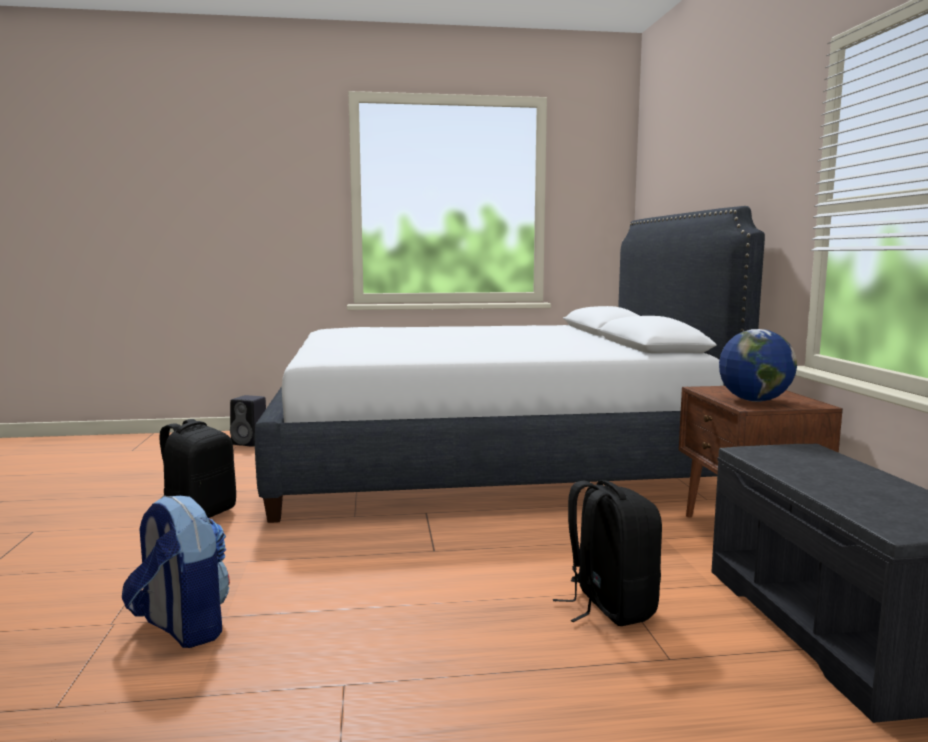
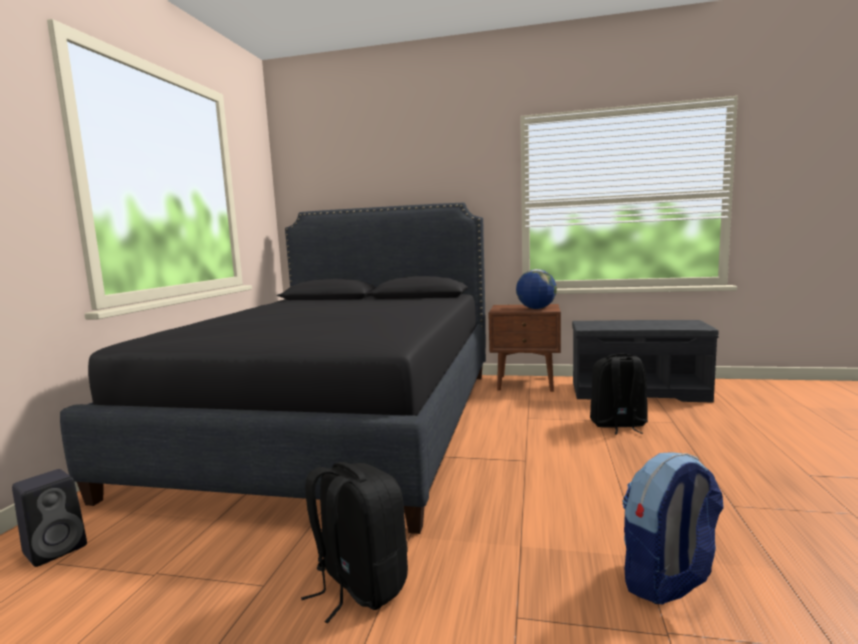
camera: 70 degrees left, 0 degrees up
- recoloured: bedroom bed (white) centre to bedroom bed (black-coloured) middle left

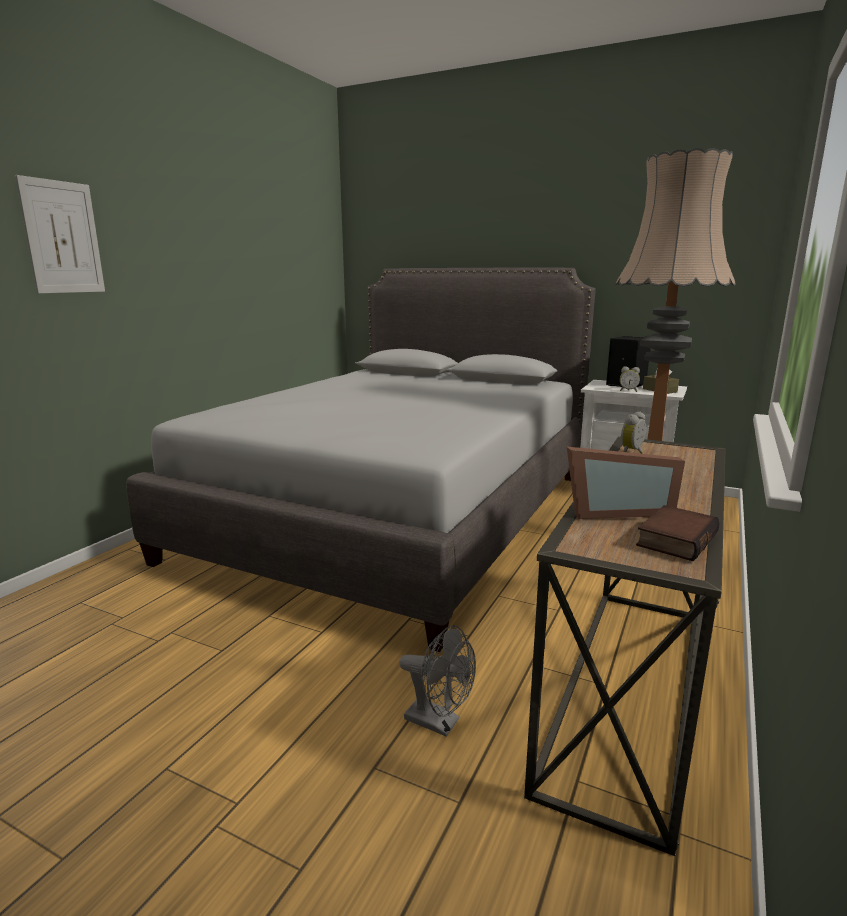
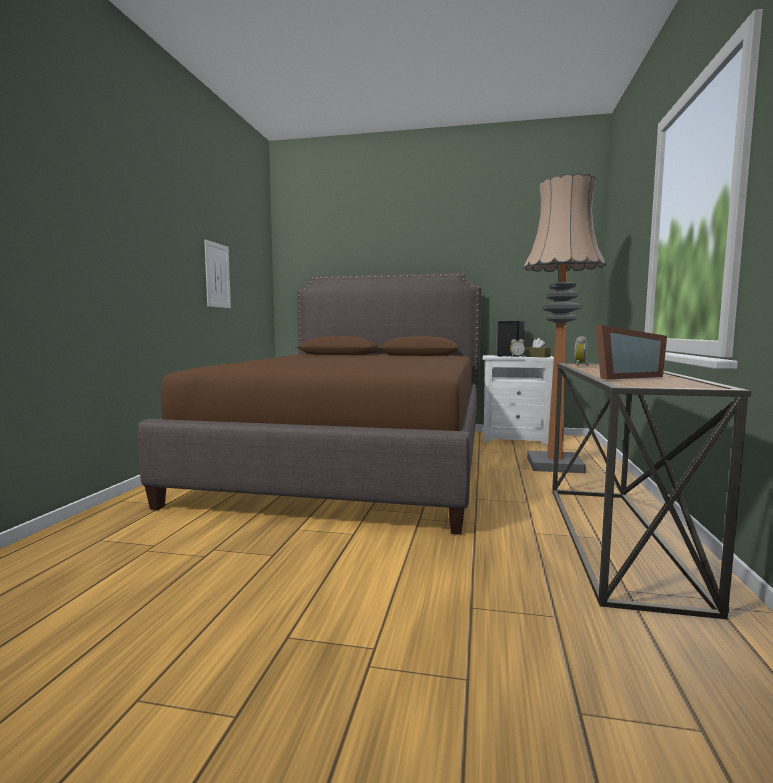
camera: 15 degrees left, 10 degrees down
- recoloured: bedroom bed (gray) centre to bedroom bed (brown-coloured) centre
- moved: wall picture top left to middle left
- removed: fan (gray) bottom centre
- removed: book middle right

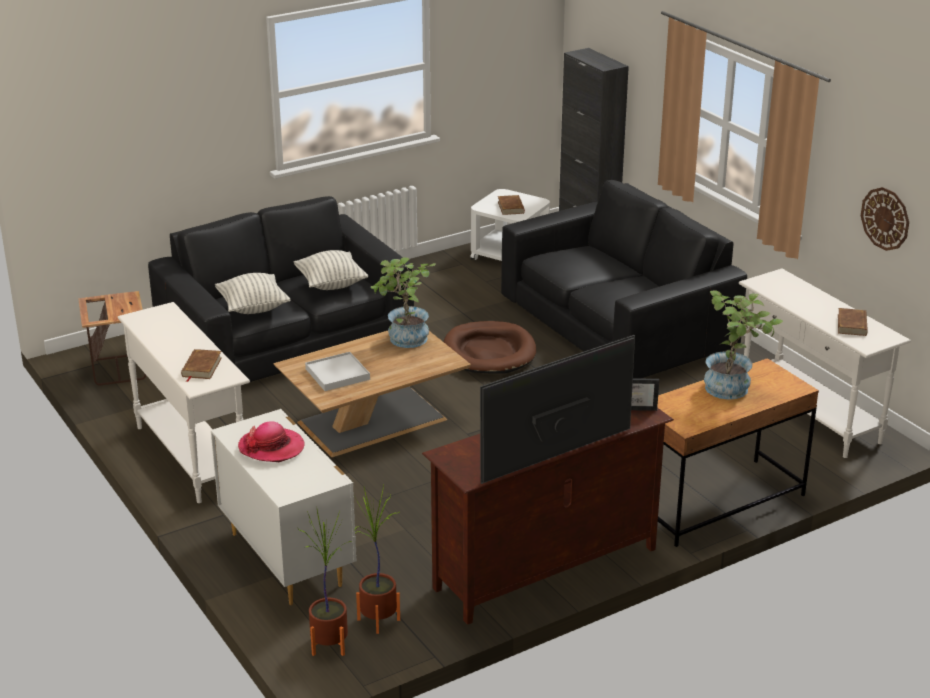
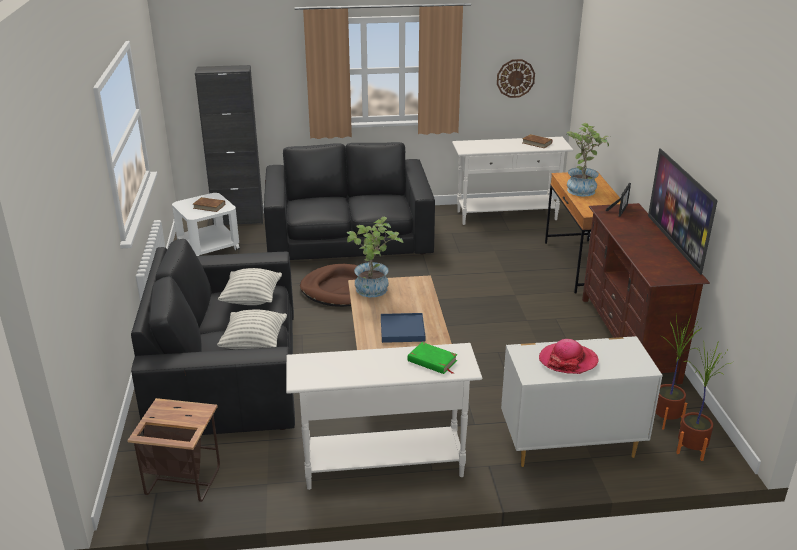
camera: 65 degrees left, 0 degrees up
- recoloured: tray (white) centre to tray (blue-coloured) centre
- recoloured: book (brown-coloured) (1st from left) middle left to book (green-coloured) centre

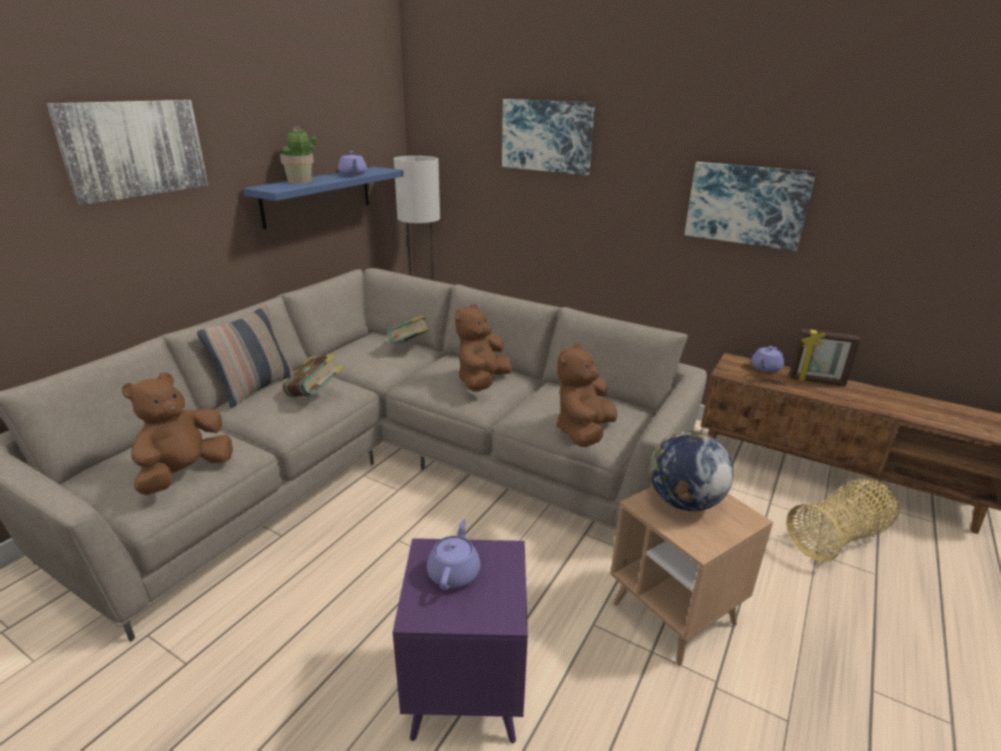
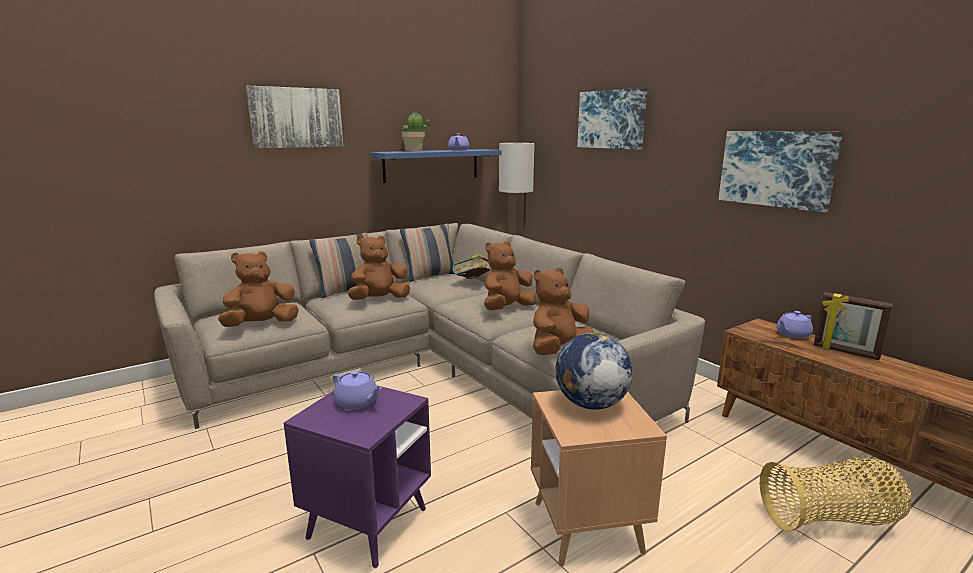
camera: 25 degrees right, 10 degrees down
- turned: pot for tea (purple) (2nd from left in the first image) bottom centre = bottom centre 90 degrees clockwise
- replaced: book (1st from left) middle left to soft toy (brown-coloured) (2nd from left) centre
- added: cushion (2nd from left) centre

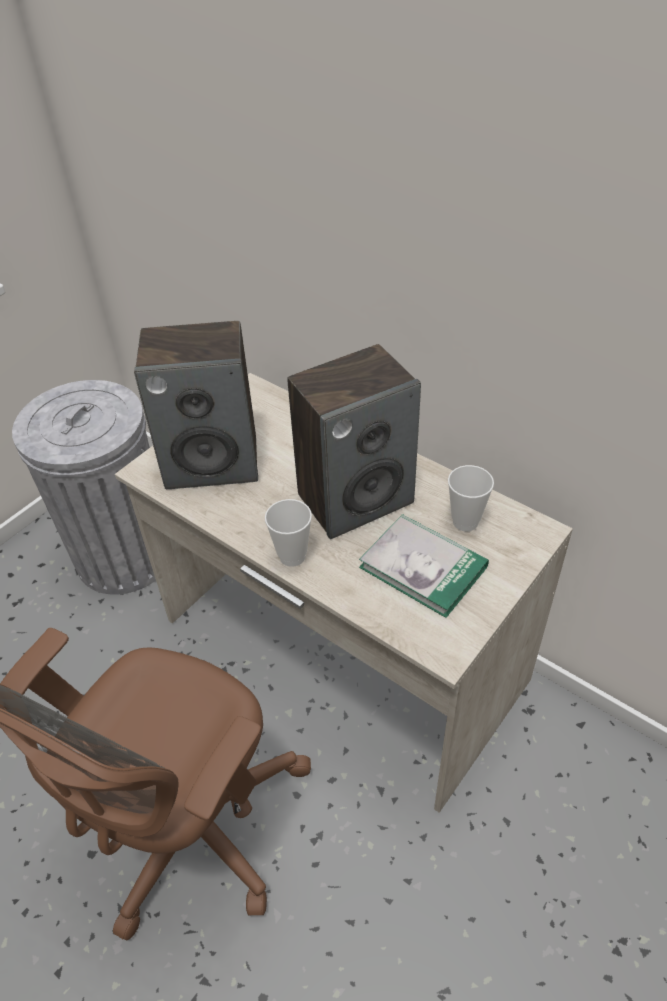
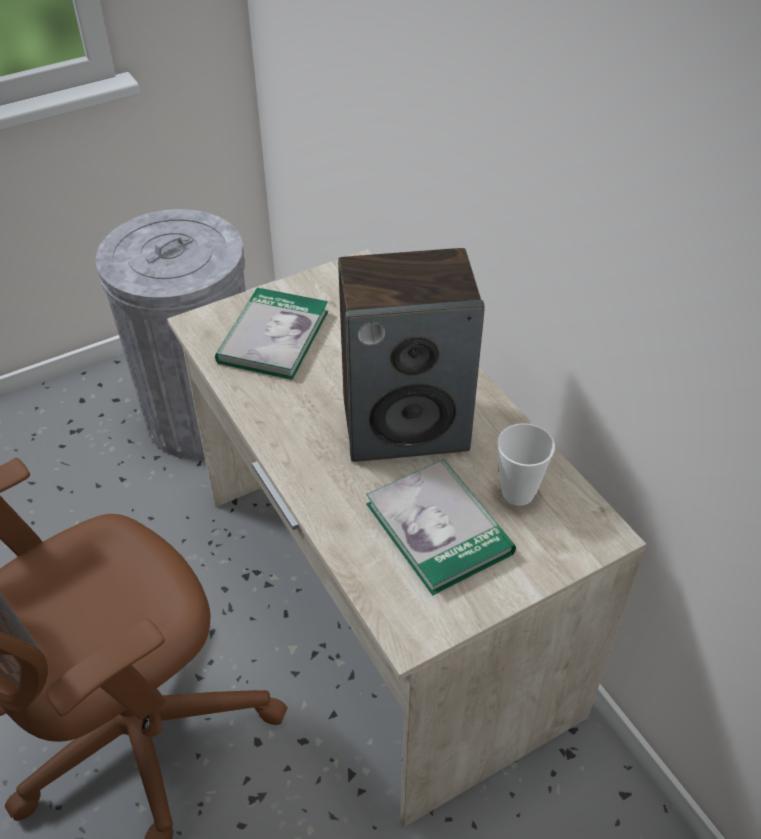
camera: 20 degrees right, 0 degrees up
- replaced: speaker (1st from left) middle left to book (1st from left) centre
- removed: small cup (1st from left) centre

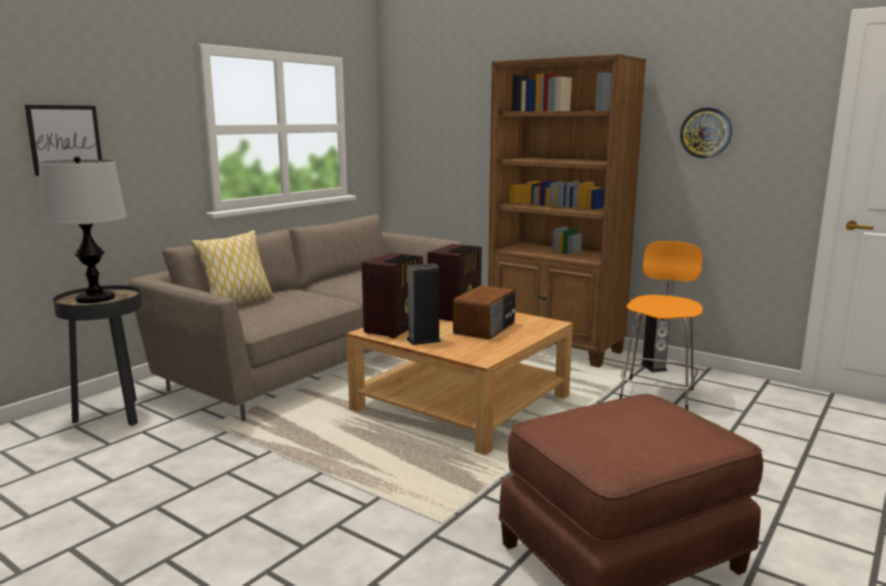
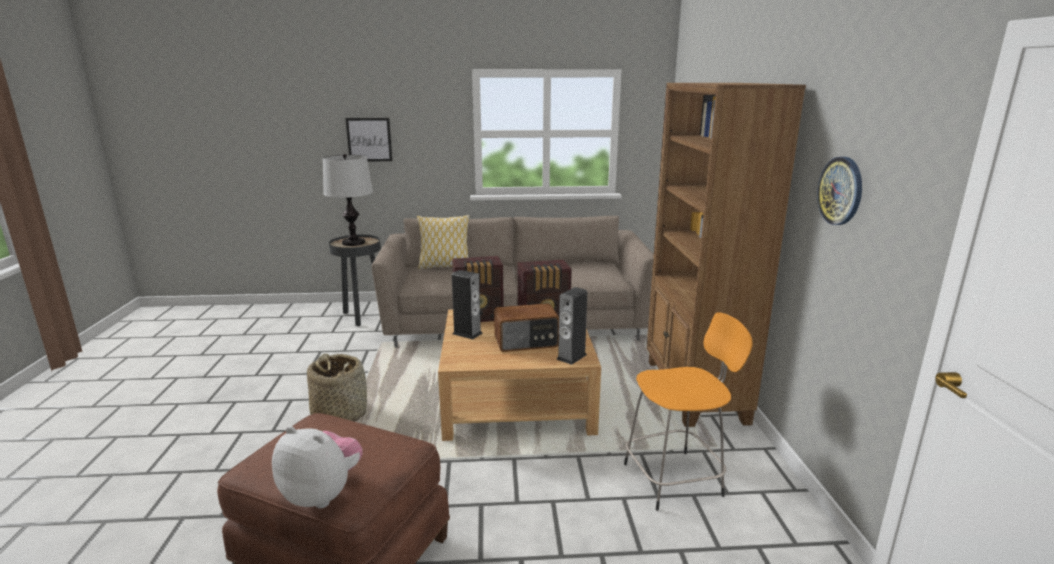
camera: 50 degrees right, 5 degrees up
- added: soft toy bottom left
- added: household basket bottom left
- moved: speaker (2nd from left) middle right to centre

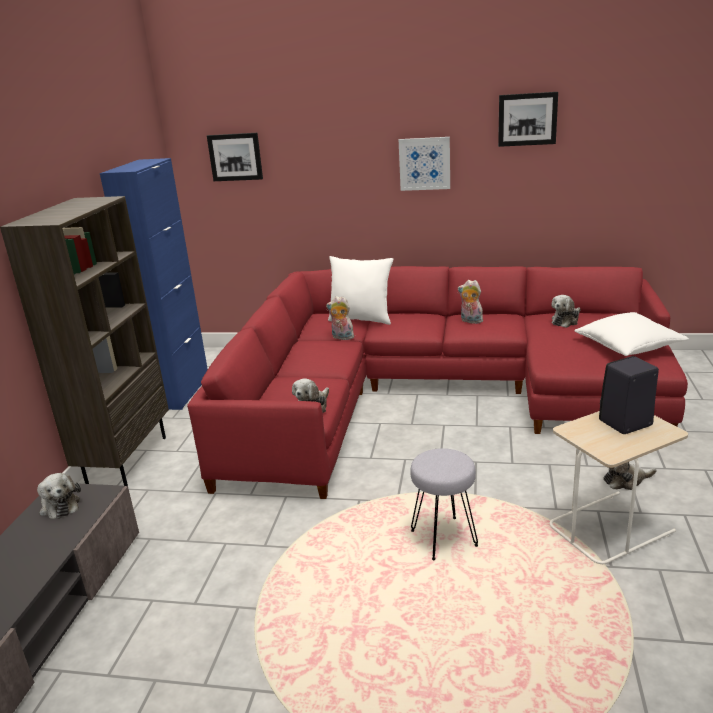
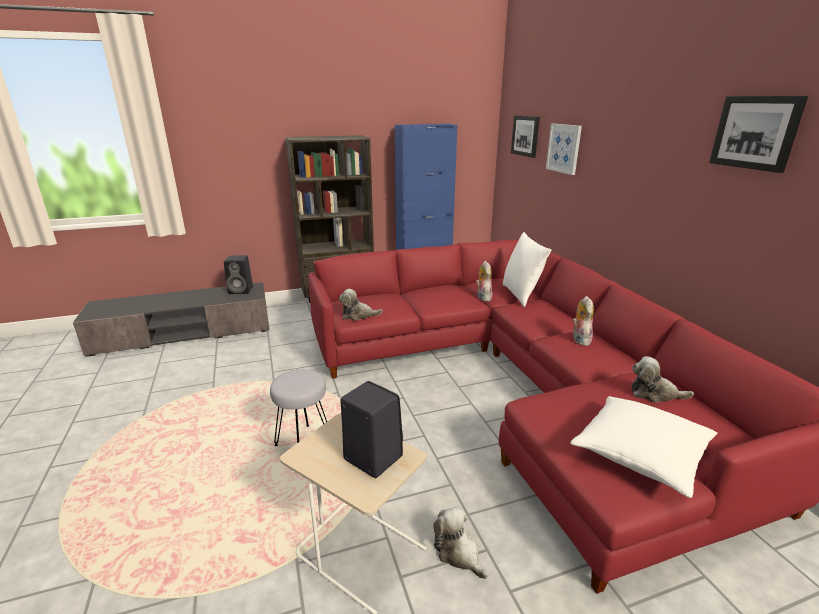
camera: 60 degrees right, 0 degrees up
- replaced: soft toy (1st from left) bottom left to speaker (black-coloured) (1st from left) middle left
- moved: wall picture (2nd from left) top centre to top right

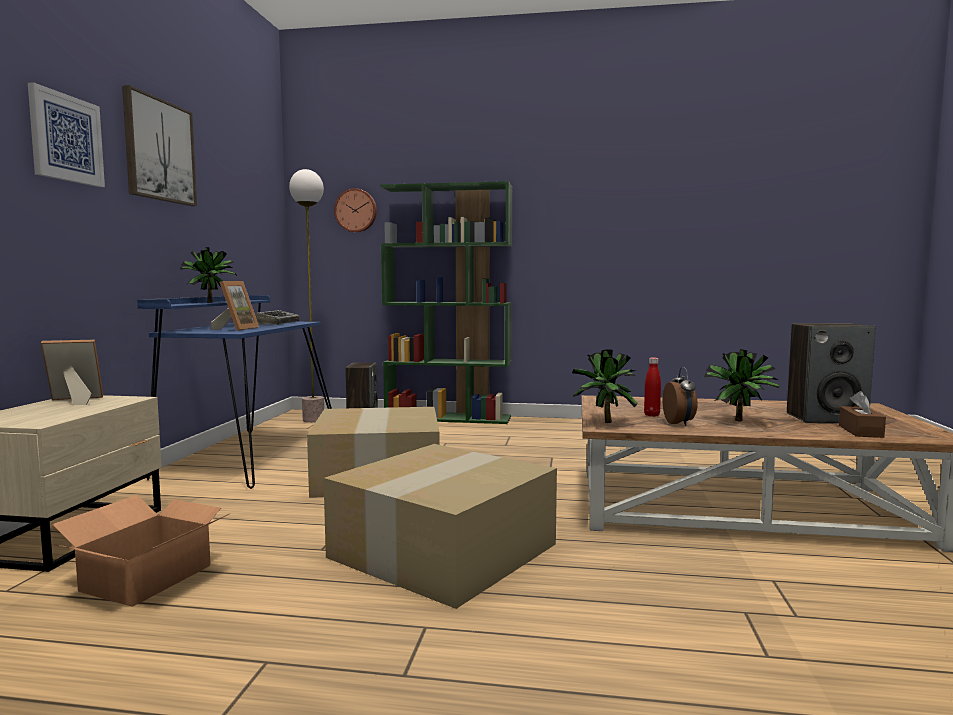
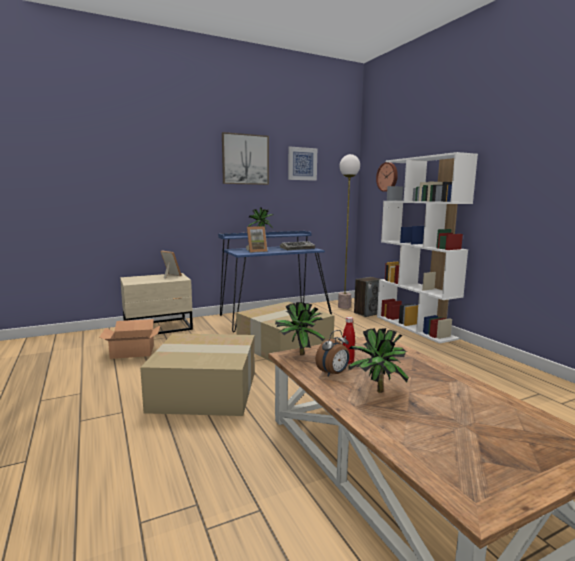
camera: 55 degrees right, 5 degrees up
- moved: wall picture (1st from left in the first image) top left to wall picture (2nd from left) top centre
- recoloured: bookcase (green-coloured) centre to bookcase (white) middle right
- removed: speaker (2nd from left) middle right
- removed: box of tissues (brown-coloured) middle right

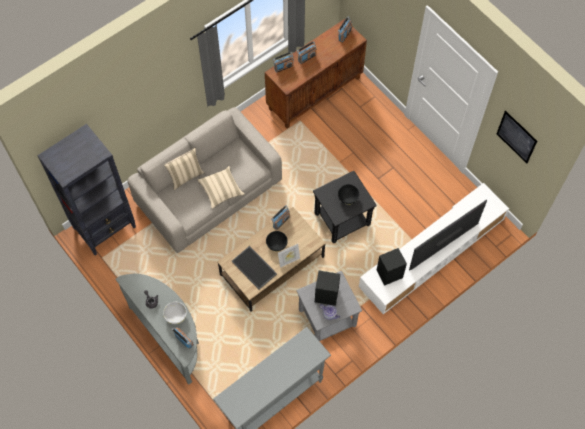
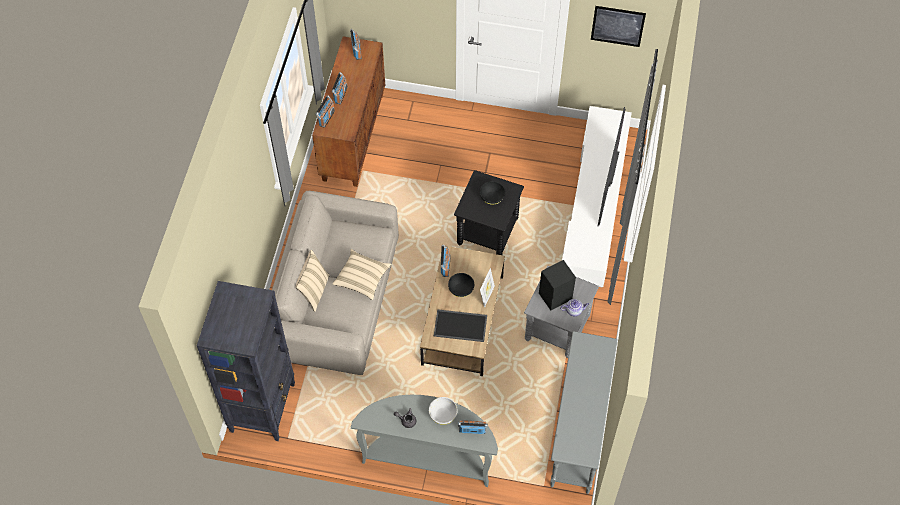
camera: 40 degrees left, 5 degrees down
- removed: speaker (black-coloured) (2nd from left) middle right

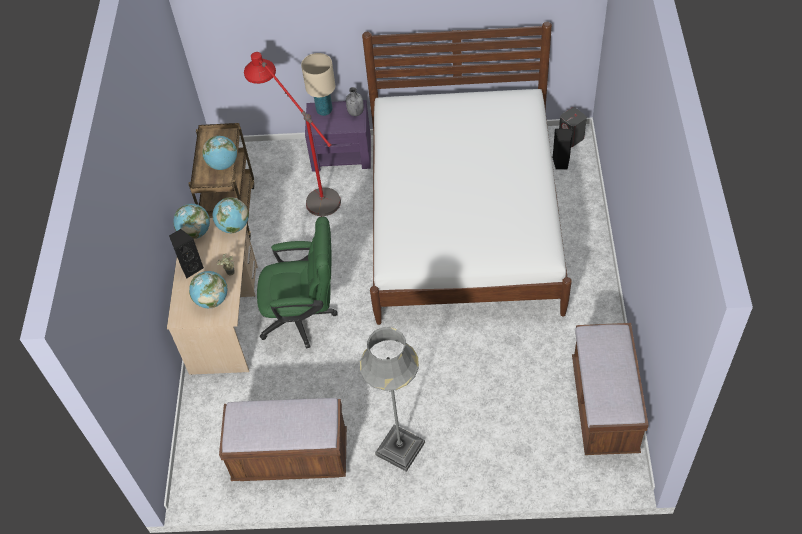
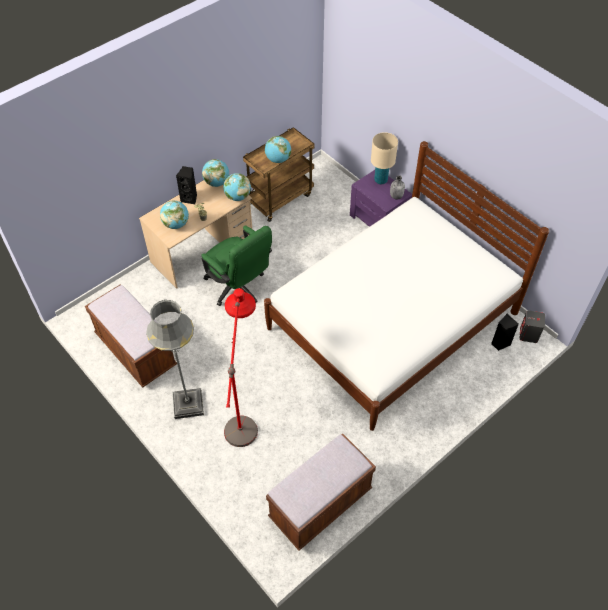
camera: 45 degrees right, 0 degrees up
- moved: standing lamp (red-coloured) top centre to centre

